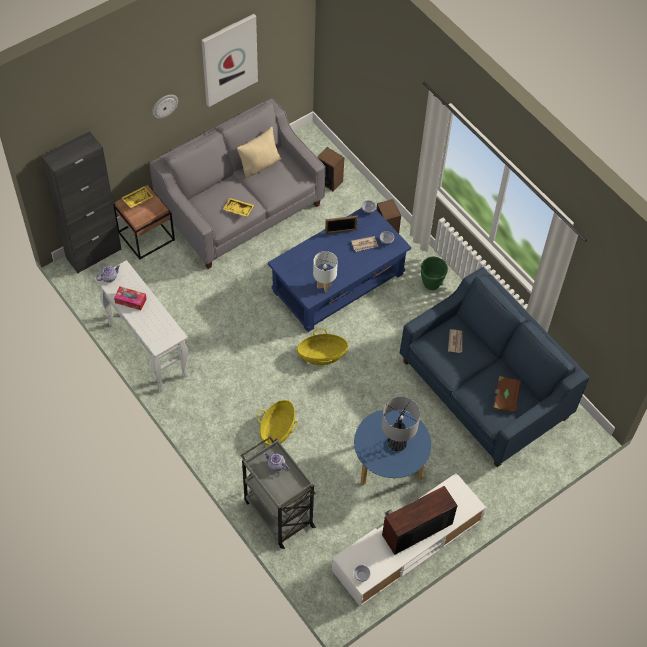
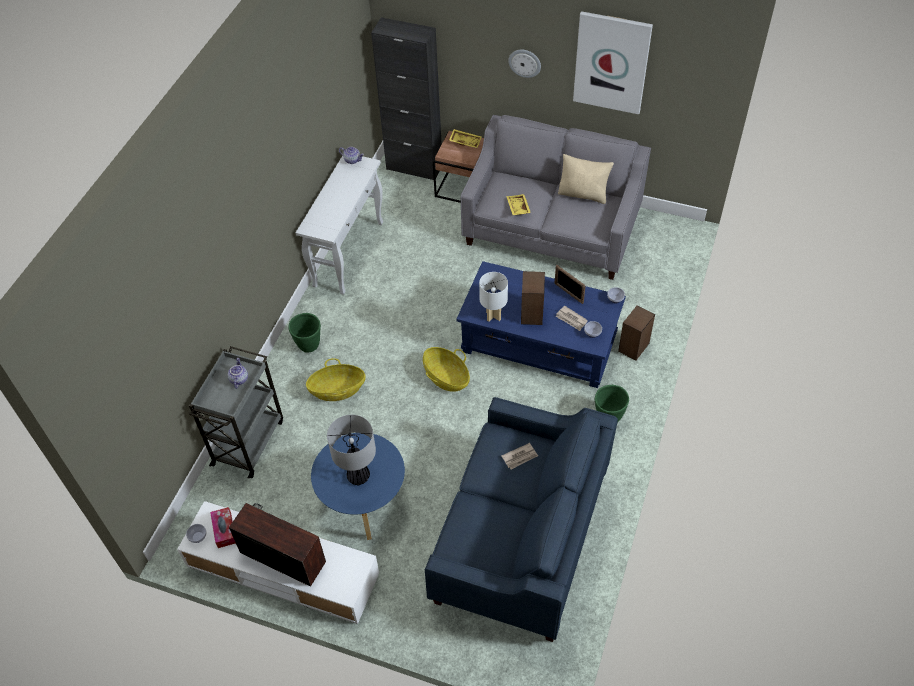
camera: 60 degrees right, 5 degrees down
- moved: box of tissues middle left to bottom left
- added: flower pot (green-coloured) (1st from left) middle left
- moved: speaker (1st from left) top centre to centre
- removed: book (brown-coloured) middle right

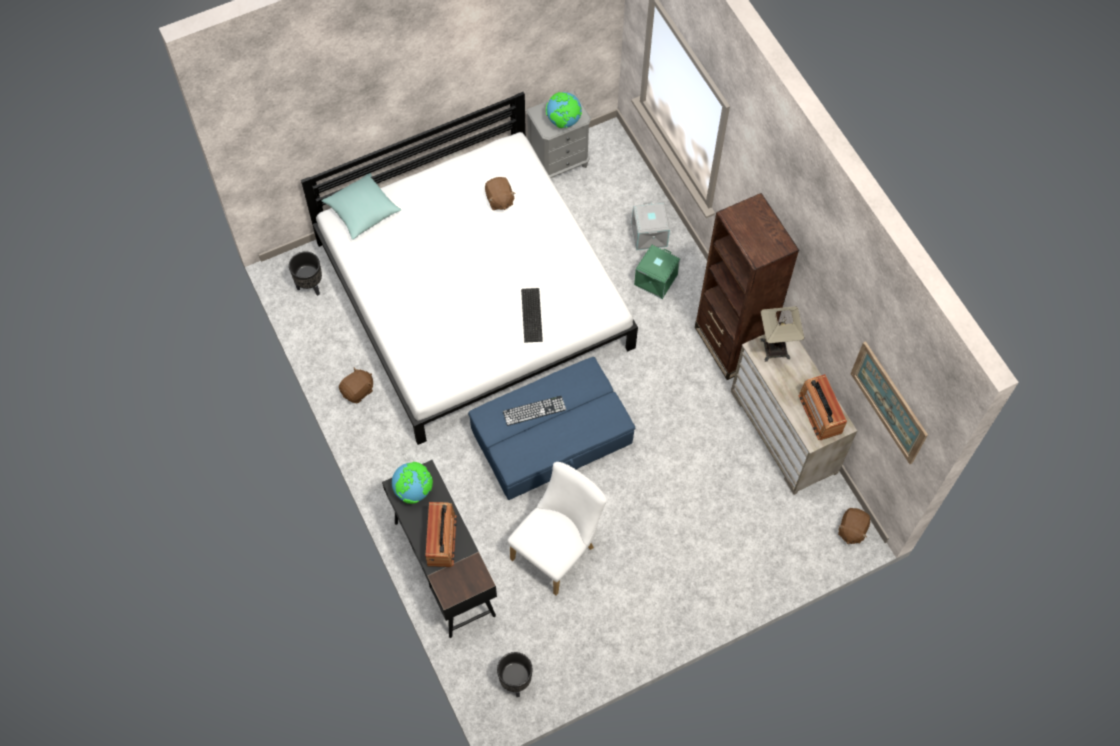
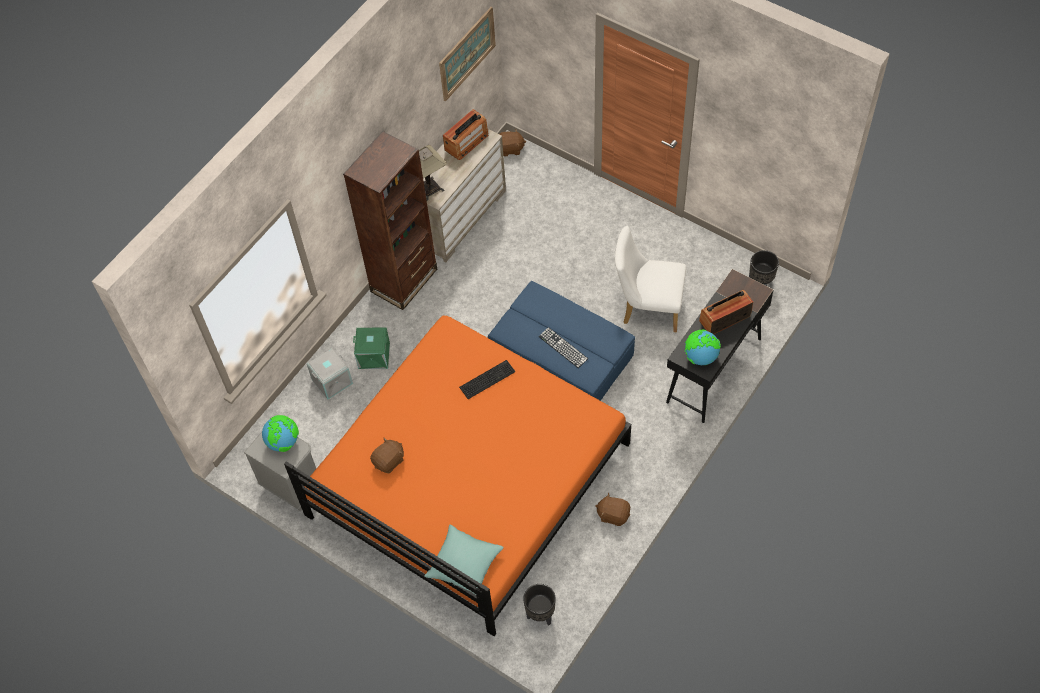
camera: 115 degrees left, 5 degrees down
- recoloured: bedroom bed (white) centre to bedroom bed (orangey) bottom centre

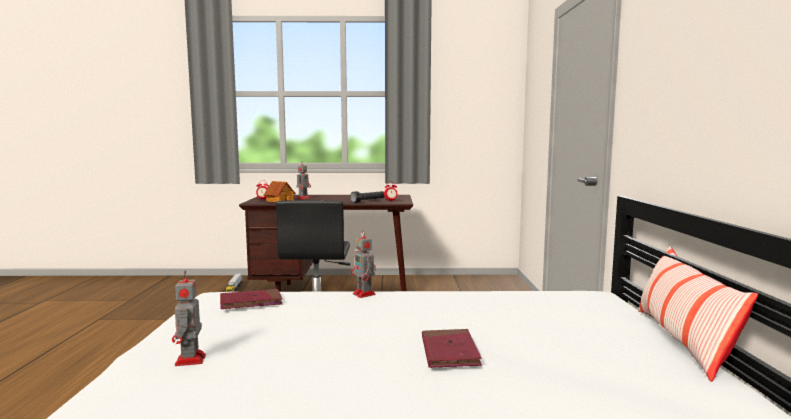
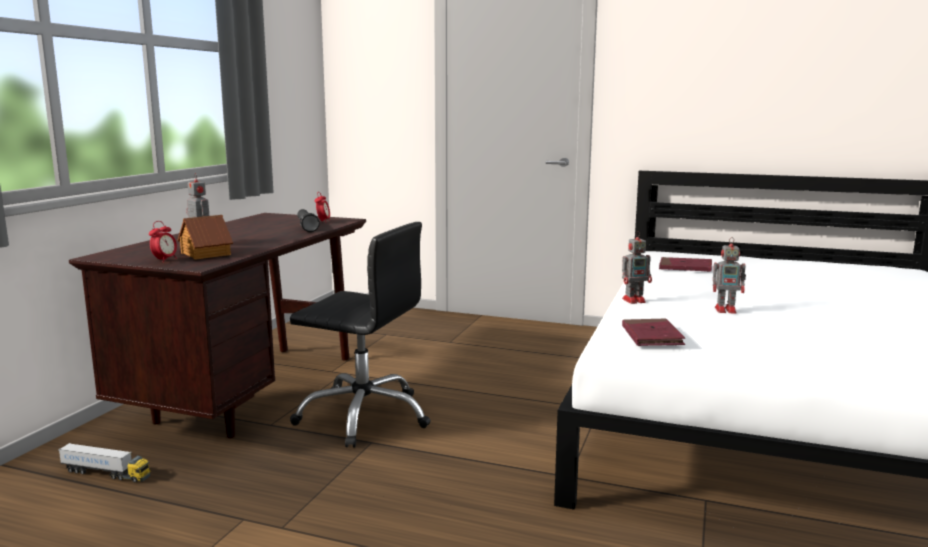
camera: 70 degrees left, 5 degrees up
- moved: book (red-coloured) (2nd from left) bottom centre to middle right
- moved: robot figure (1st from left in the first image) bottom left to robot figure (3rd from left) middle right
- removed: cushion bottom right

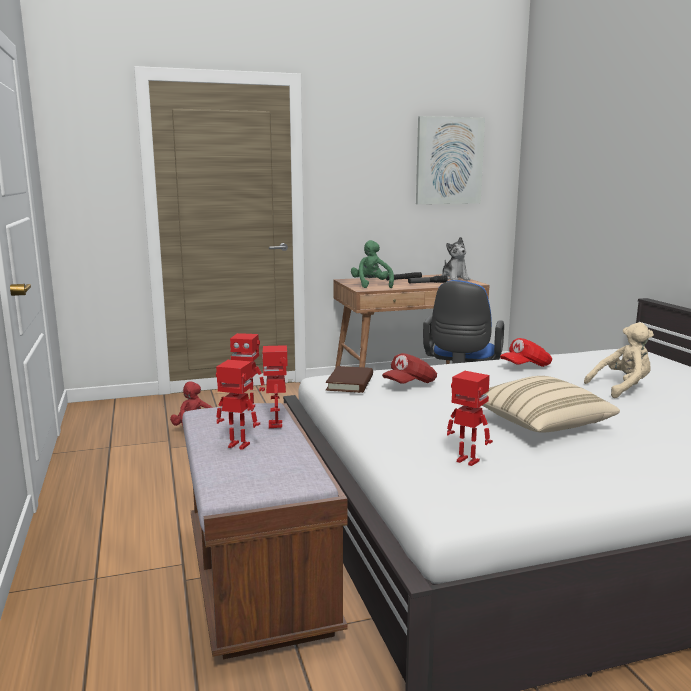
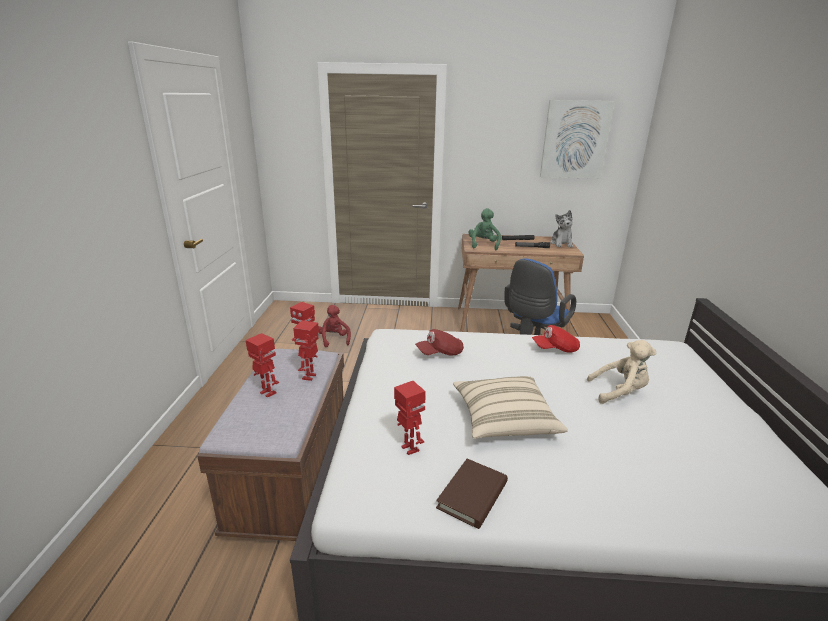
camera: 20 degrees right, 10 degrees up
- moved: book (brown-coloured) centre to bottom centre

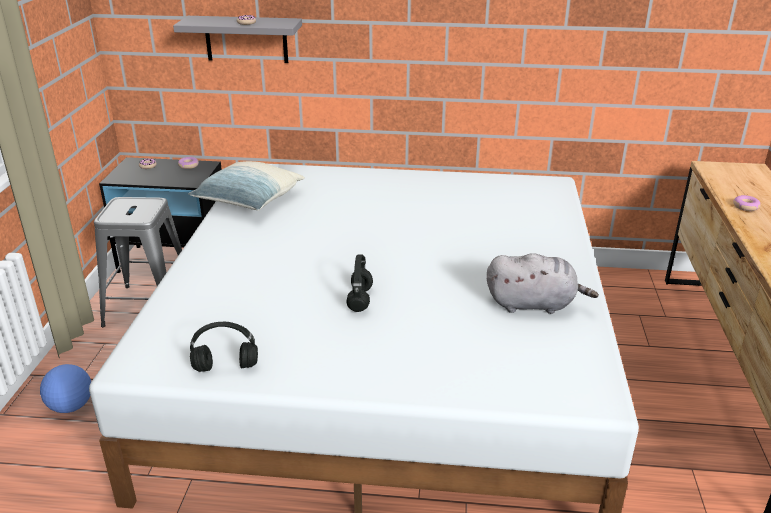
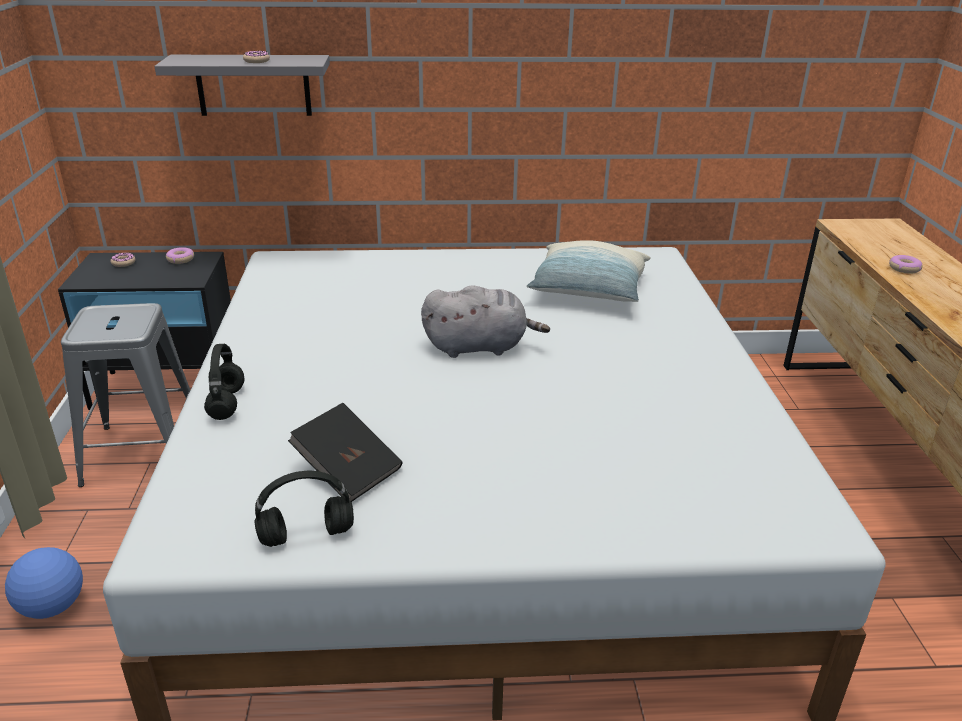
camera: 10 degrees left, 0 degrees up
- moved: headphones (black-coloured) (2nd from left in the first image) centre to headphones (black-coloured) (1st from left) middle left
- added: book (black-coloured) centre
- moved: soft toy (gray) middle right to centre
- moved: cushion middle left to centre

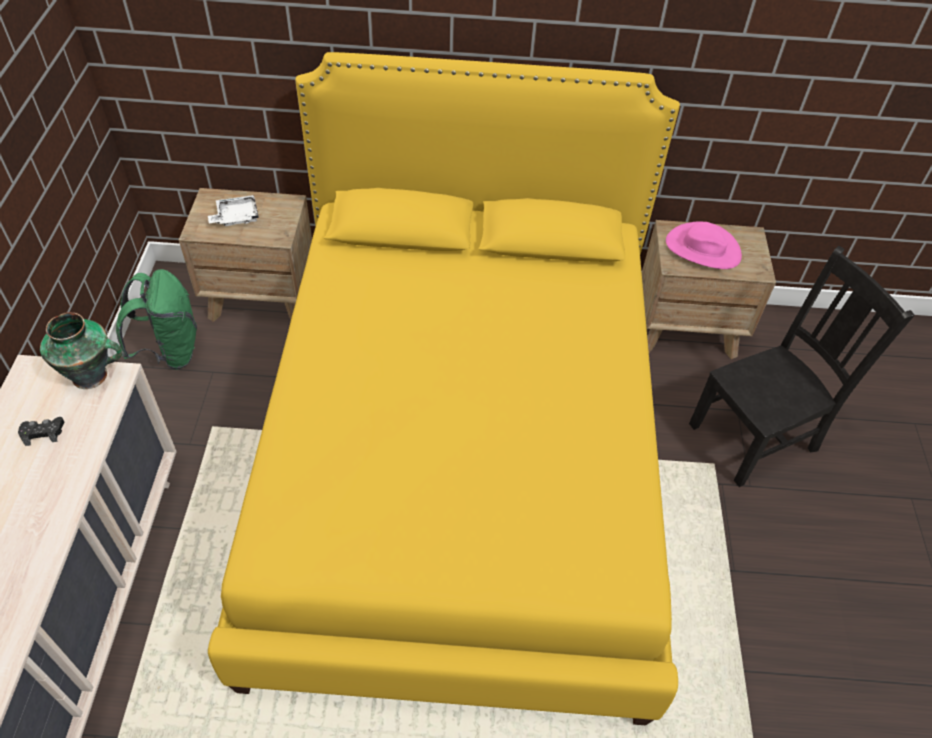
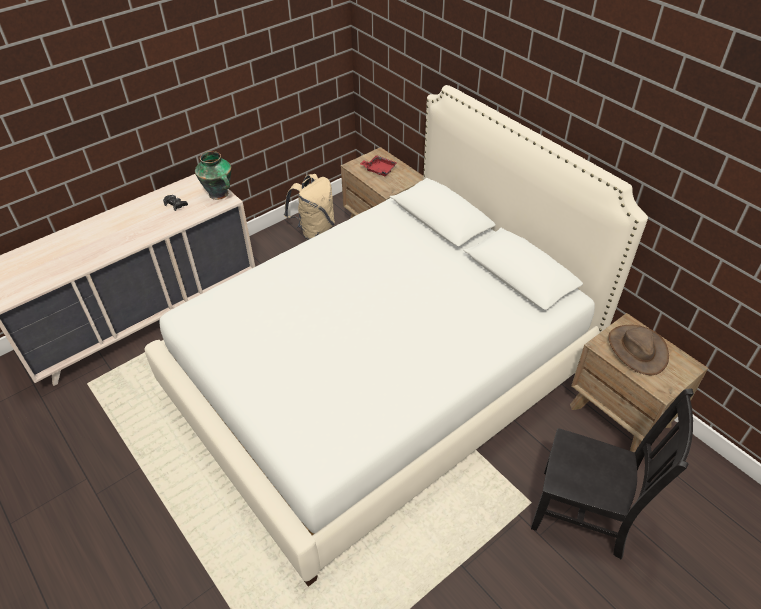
camera: 50 degrees right, 5 degrees down
- recoloured: bedroom bed (yellow) centre to bedroom bed (white) centre
- recoloured: rucksack (green-coloured) middle left to rucksack (beige) centre
- recoloured: tray (white) top left to tray (red-coloured) top centre
- recoloured: wearable hat (pink) top right to wearable hat (brown-coloured) middle right

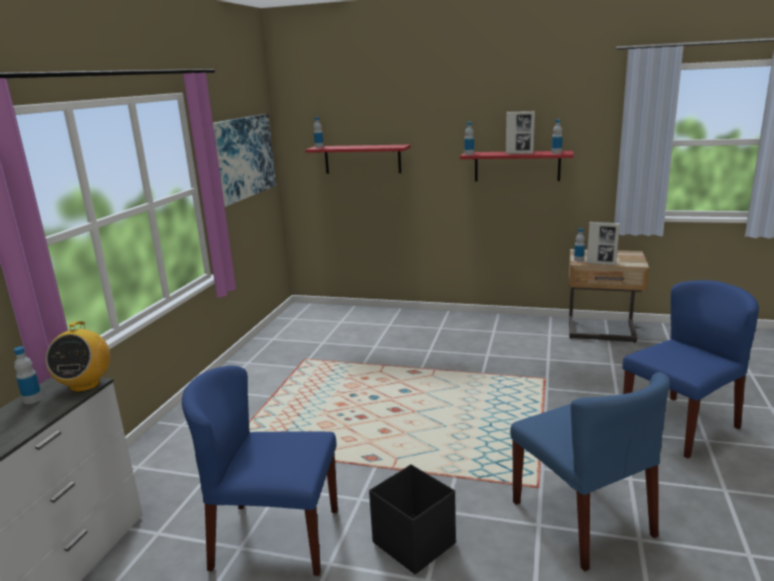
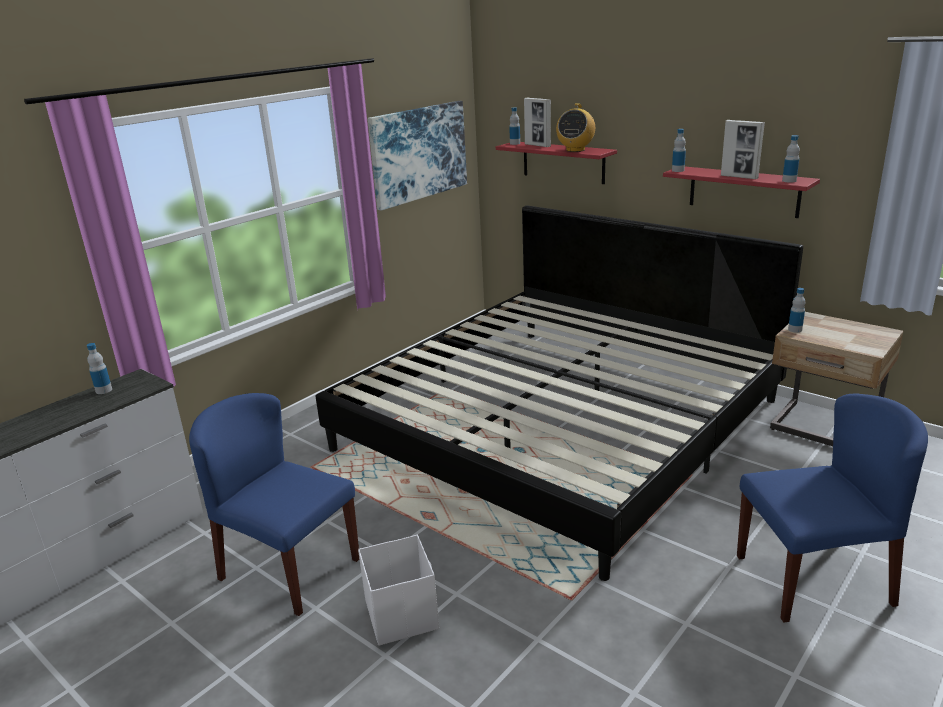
camera: 25 degrees right, 5 degrees up
- added: bedroom bed centre
- recoloured: storage box (black-coloured) bottom centre to storage box (white) bottom centre
- moved: photo frame (2nd from left in the first image) middle right to photo frame (1st from left) top centre
- moved: radio set middle left to top centre
- removed: plain chair (blue-coloured) (2nd from left) bottom right

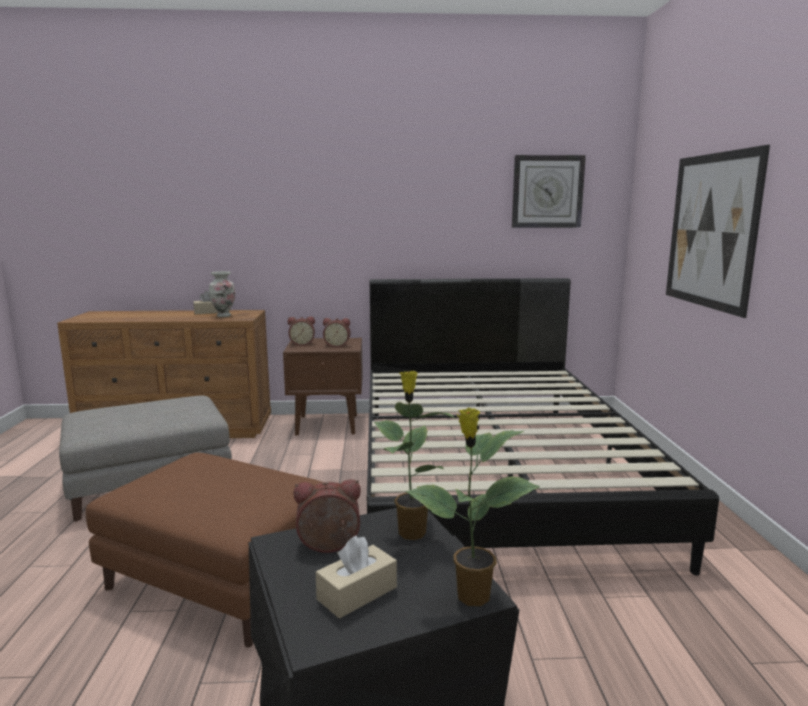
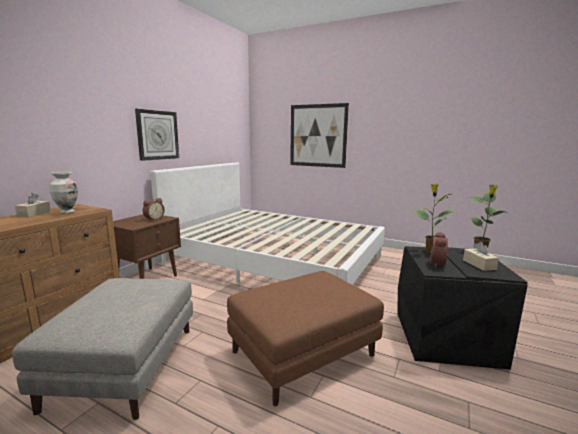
camera: 60 degrees left, 0 degrees up
- moved: clock on the wall top right to top left
- recoloured: bedroom bed (black-coloured) middle right to bedroom bed (white) centre
- removed: table clock (1st from left) centre

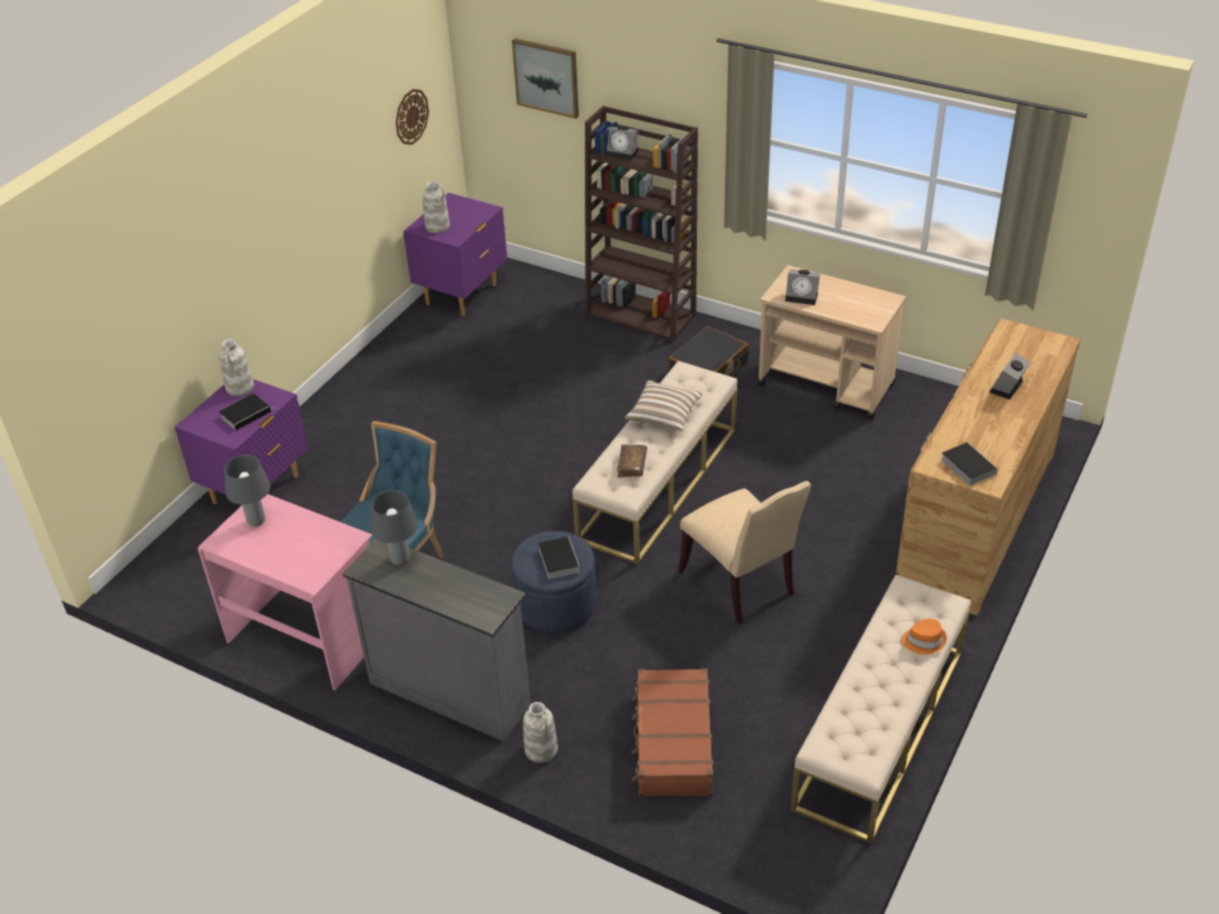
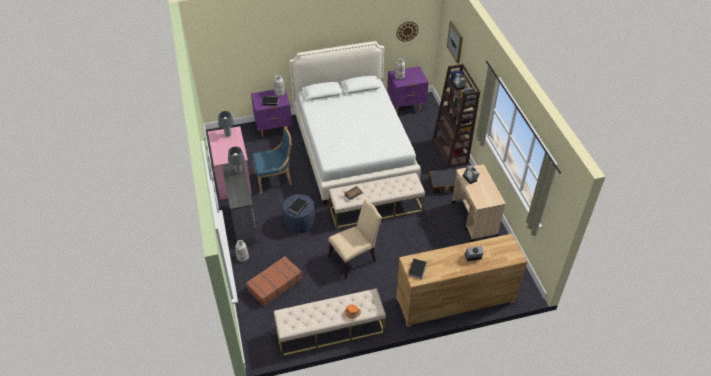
camera: 45 degrees right, 5 degrees up
- added: bedroom bed (white) top centre
- turned: plain chair (beige) centre = centre 135 degrees counterclockwise
- removed: cushion centre

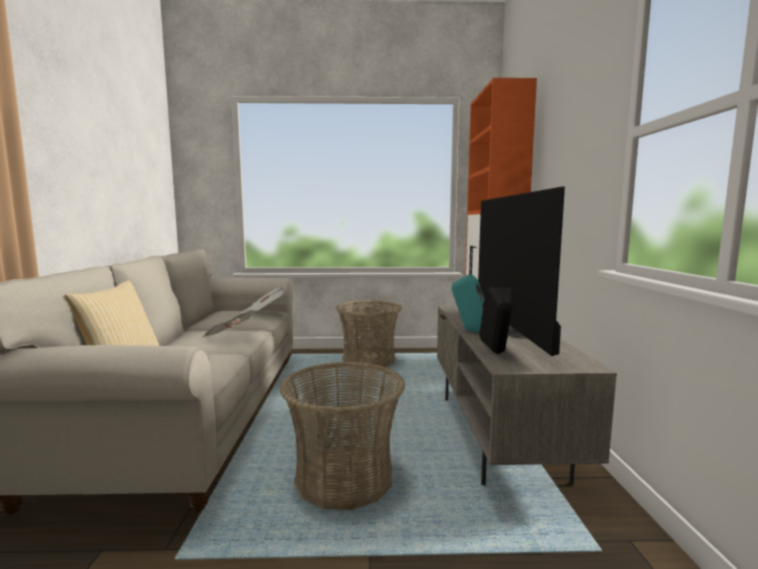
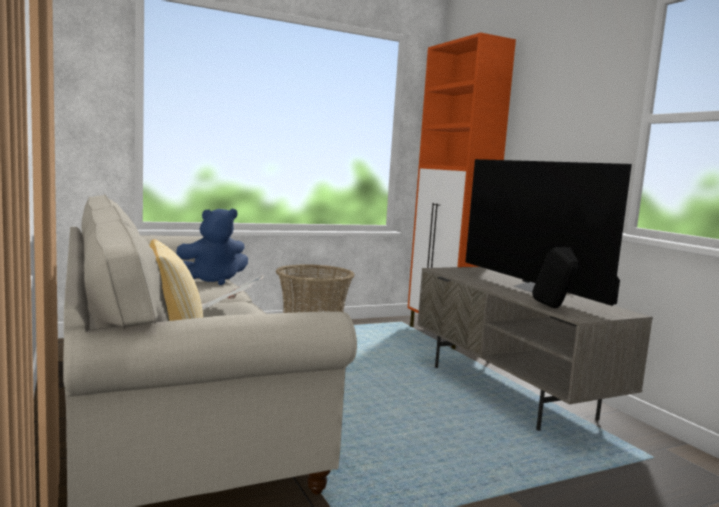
camera: 25 degrees left, 0 degrees up
- replaced: printed paper (2nd from left) centre to soft toy (blue-coloured) middle left
- removed: household basket (1st from left) bottom centre
- removed: speaker (blue-green) centre

